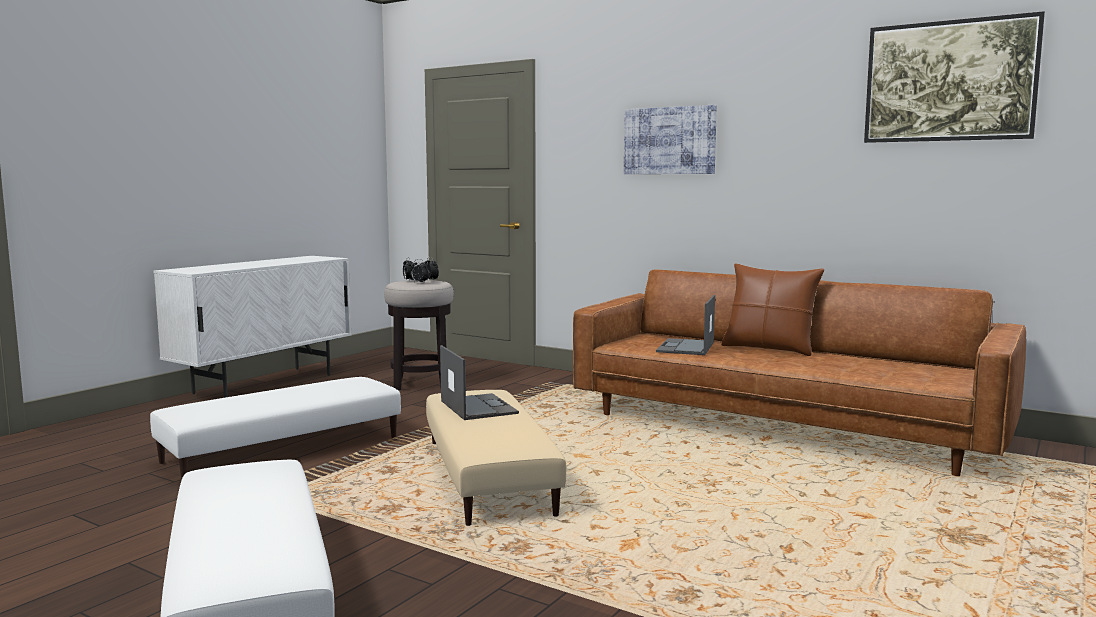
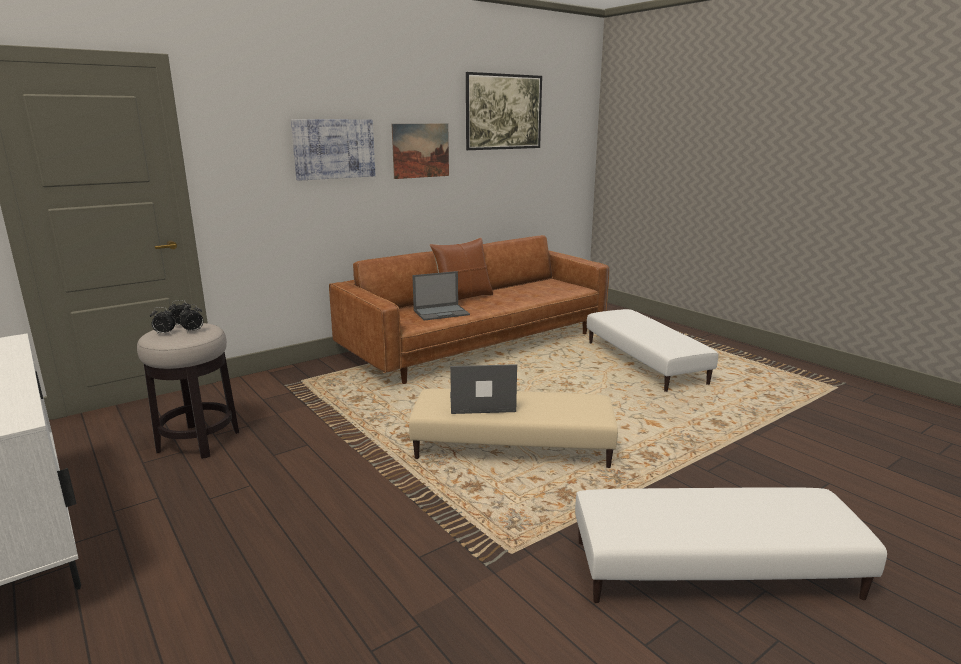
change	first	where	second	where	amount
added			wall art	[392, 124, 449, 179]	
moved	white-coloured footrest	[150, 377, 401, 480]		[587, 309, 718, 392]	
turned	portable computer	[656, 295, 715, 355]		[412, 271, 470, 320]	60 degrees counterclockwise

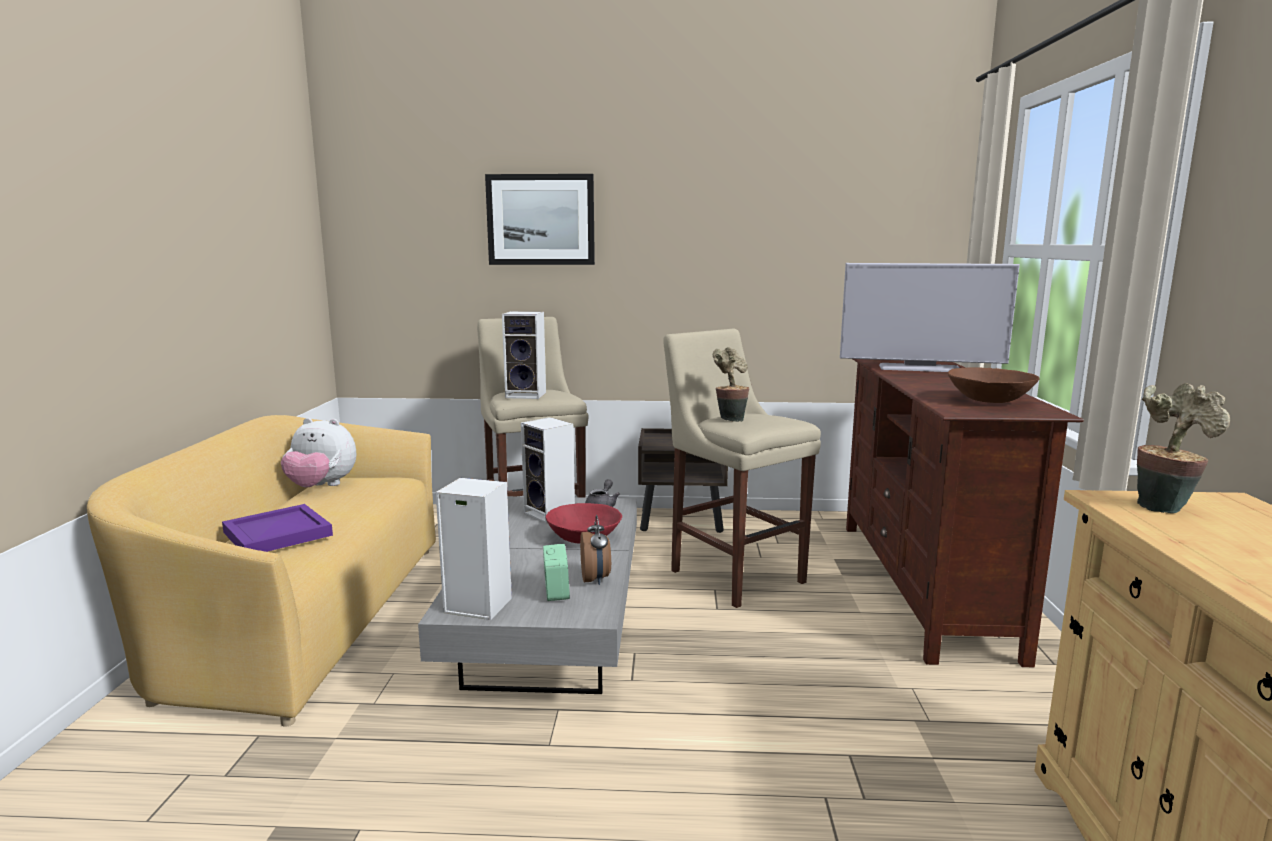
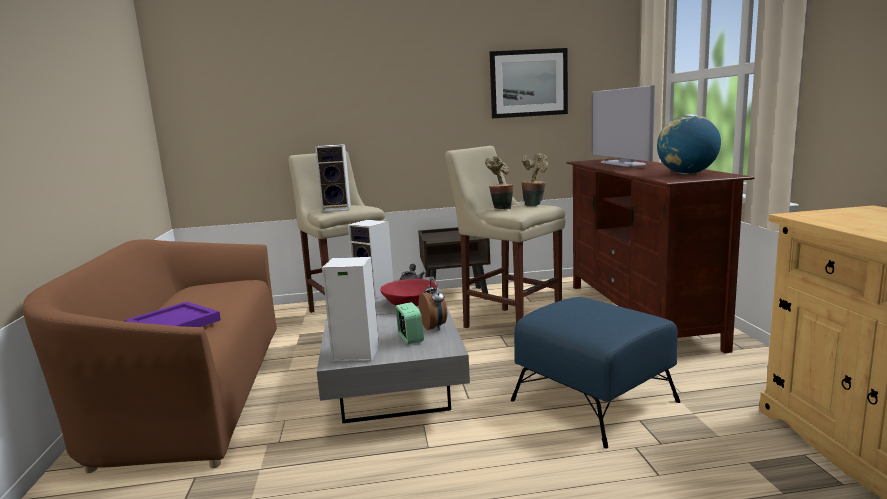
change	first	where	second	where	amount
removed	soft toy	[281, 418, 356, 488]			
added			blue footrest	[511, 297, 680, 448]	
moved	wall art	[485, 174, 595, 265]		[490, 48, 568, 118]	
moved	plant in a pot	[1137, 383, 1230, 513]		[521, 153, 548, 206]	
replaced	brownish deep dish	[948, 367, 1040, 403]	globe	[657, 114, 721, 174]	
recoloured	yellow sofa	[87, 415, 436, 727]	brownish sofa	[23, 239, 277, 473]	
turned	TV set	[840, 263, 1020, 372]		[591, 85, 655, 167]	75 degrees clockwise

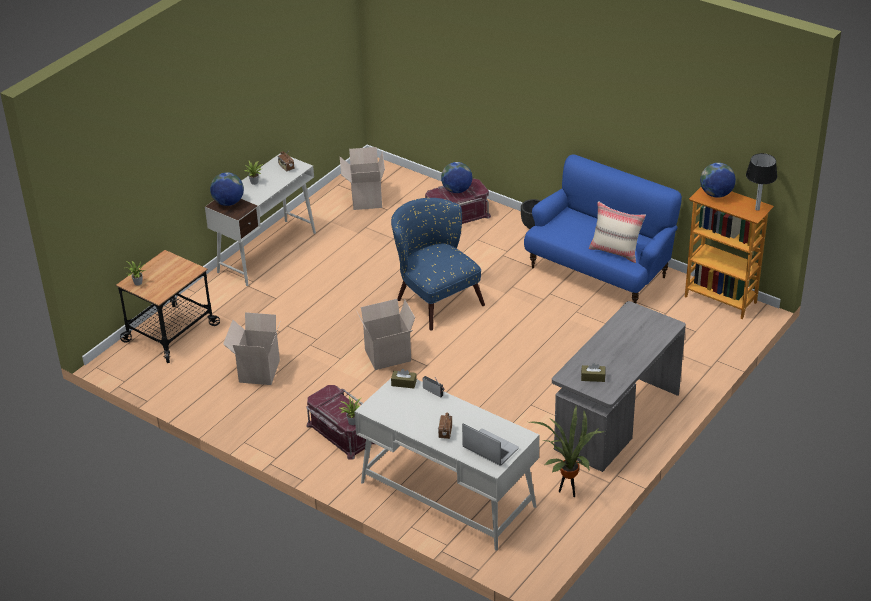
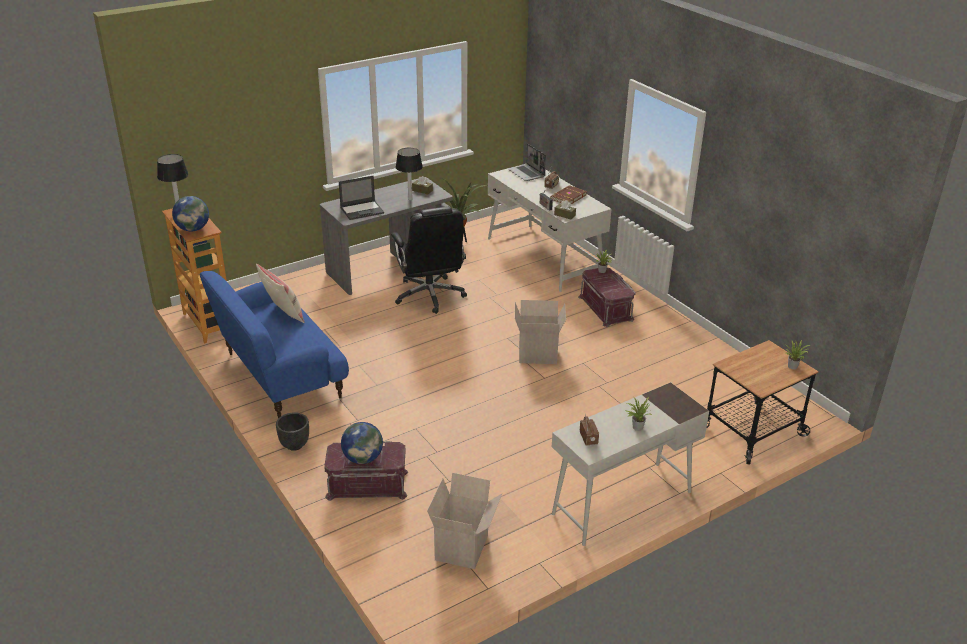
change	first	where	second	where	amount
removed	globe	[210, 172, 244, 206]			
removed	cardboard box	[223, 312, 280, 385]			
removed	blue armchair	[391, 198, 485, 331]			
added			portable computer	[339, 176, 384, 220]	
added			blackish desk chair	[391, 207, 467, 314]	
added			table lamp	[396, 148, 423, 200]	
added			brownish book	[550, 185, 587, 204]	

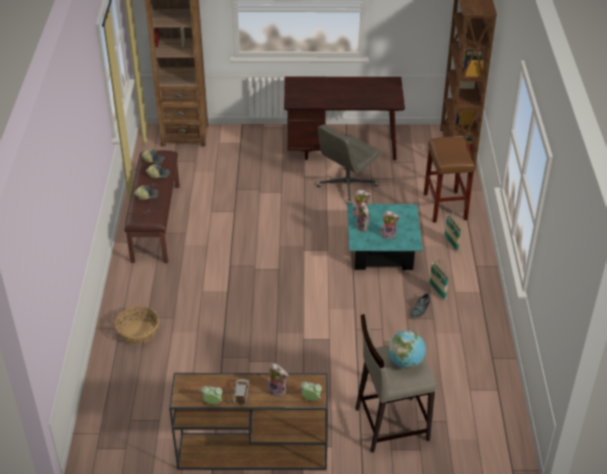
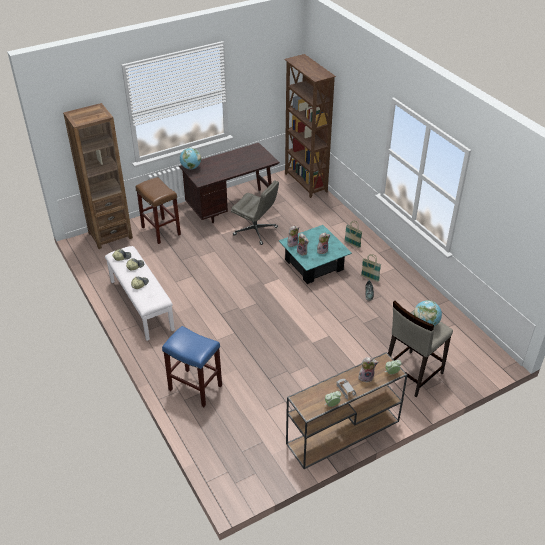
change	first	where	second	where	amount
added			globe	[180, 148, 201, 169]	
moved	brownish sitting stool	[424, 136, 475, 223]		[136, 177, 181, 244]	
replaced	basket	[115, 306, 159, 345]	blue sitting stool	[162, 326, 222, 407]	
recoloured	brownish indoor bench	[125, 150, 180, 263]	white-coloured indoor bench	[105, 246, 175, 341]	
turned	greyish desk chair	[317, 124, 381, 204]		[231, 180, 279, 245]	75 degrees counterclockwise

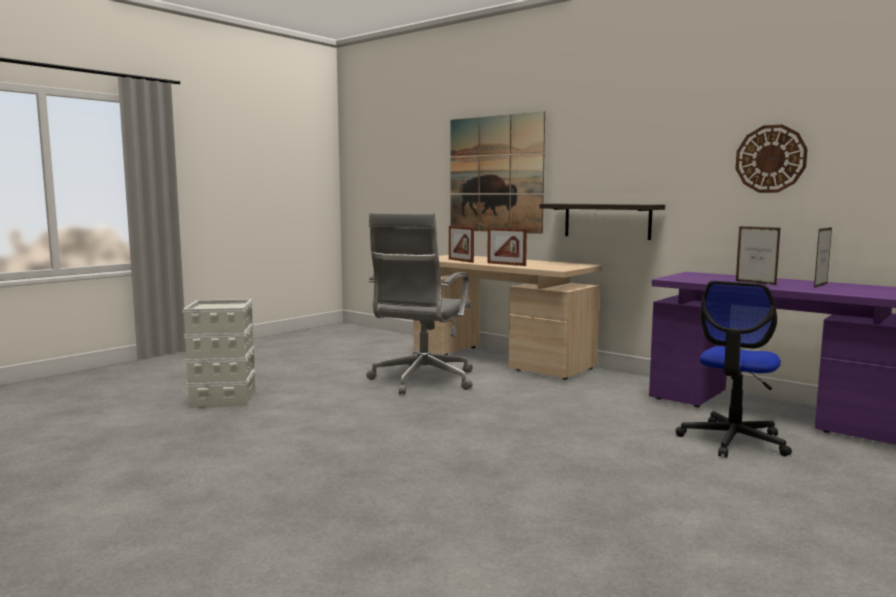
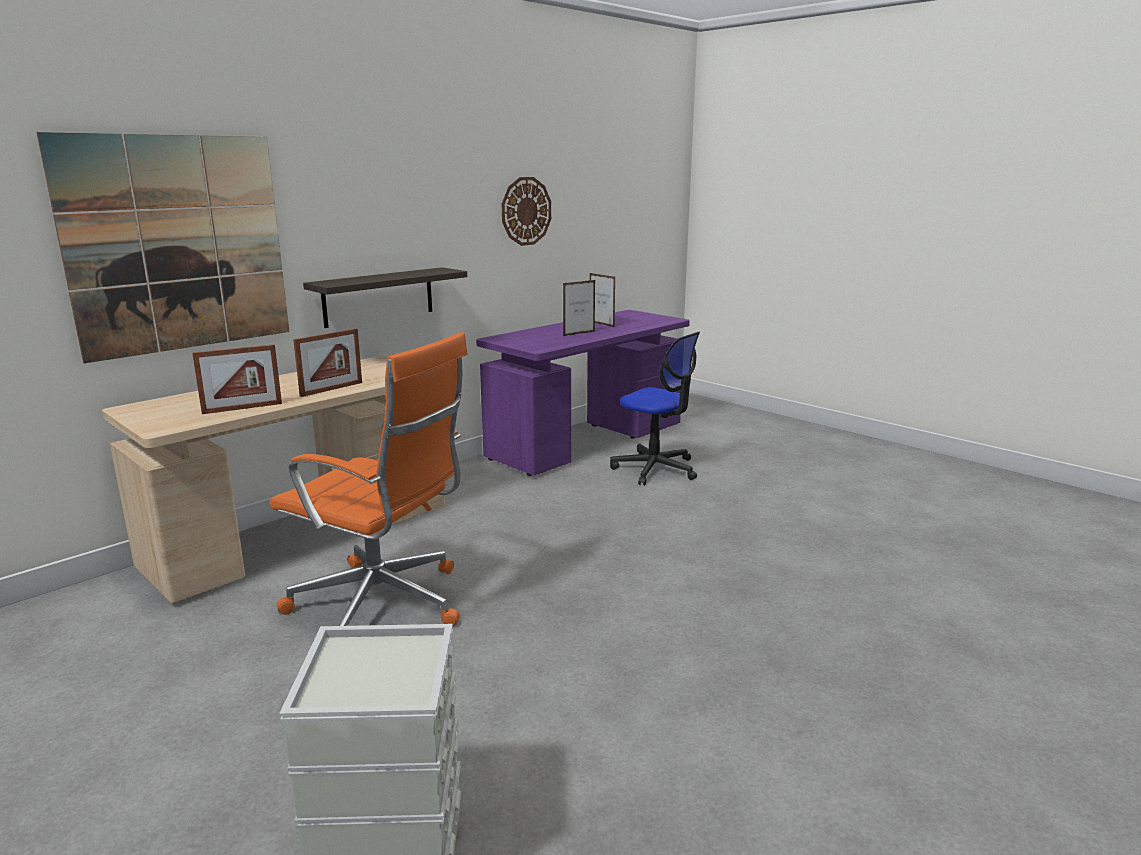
change	first	where	second	where	amount
recoloured	greyish desk chair	[366, 213, 473, 395]	orangey desk chair	[269, 332, 468, 626]	

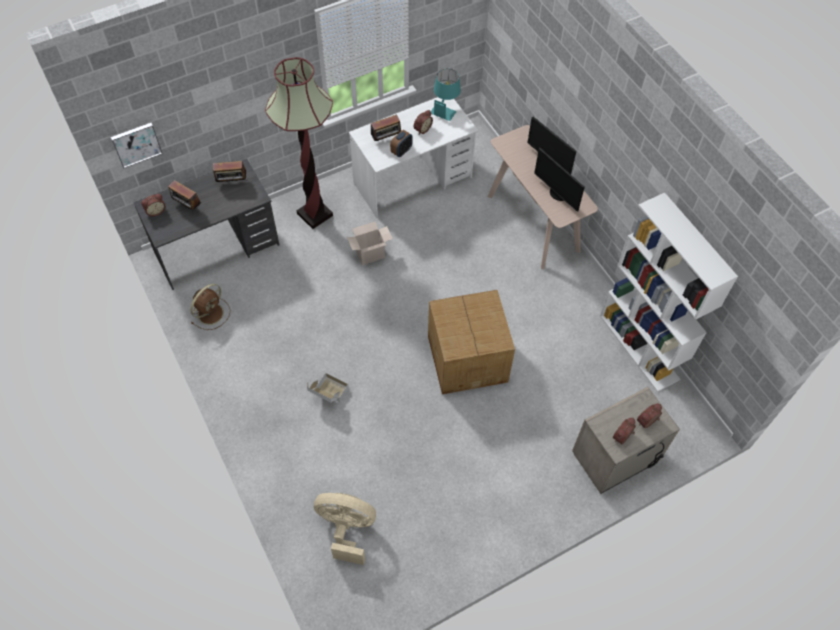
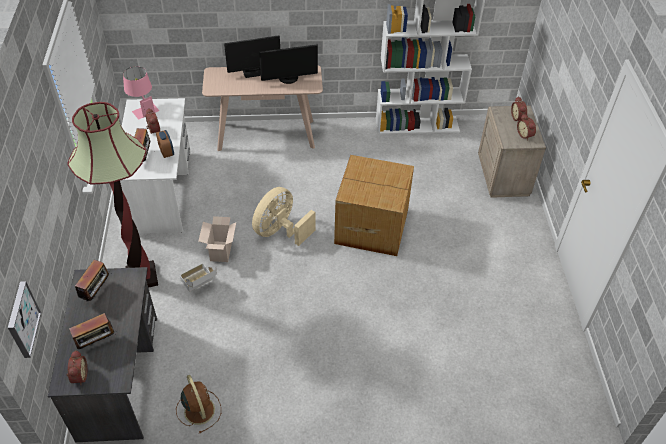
change	first	where	second	where	amount
moved	cardboard box	[307, 373, 349, 403]		[180, 263, 217, 292]	
moved	beige-coloured electric fan	[314, 493, 376, 565]		[252, 187, 315, 246]	
recoloured	turquoise table lamp	[431, 69, 461, 121]	pink table lamp	[123, 67, 160, 119]	

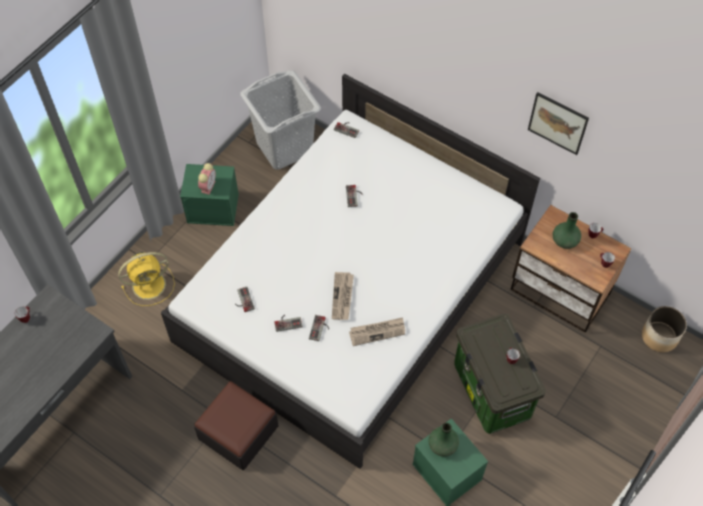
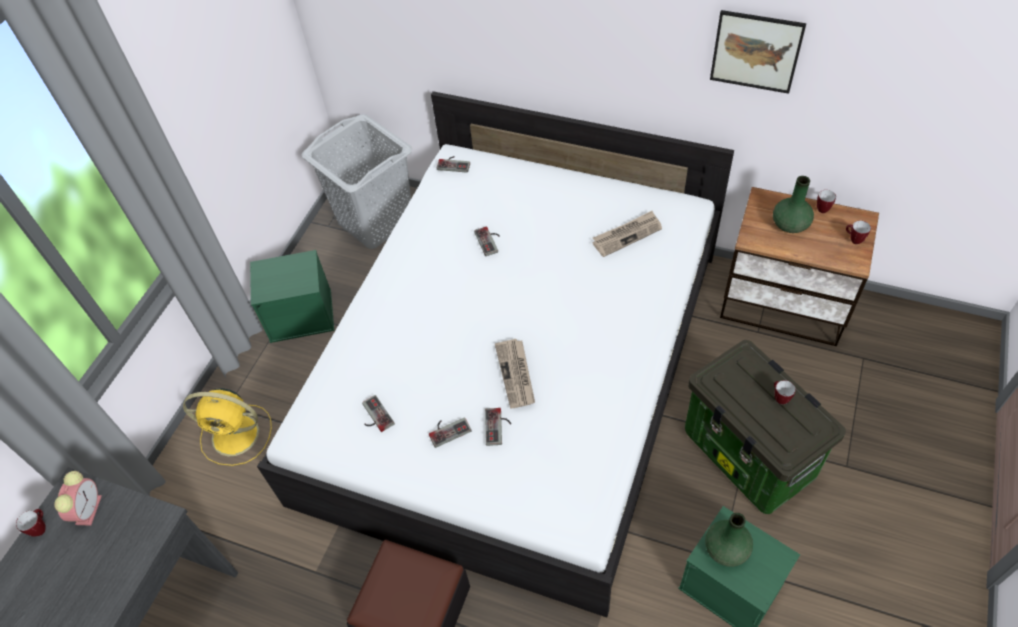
change	first	where	second	where	amount
removed	flower pot	[642, 306, 687, 353]			
moved	table clock	[198, 163, 216, 195]		[54, 471, 102, 526]	
moved	daily paper	[349, 317, 405, 346]		[592, 211, 662, 257]	
turned	yellow electric fan	[118, 252, 175, 306]		[183, 388, 272, 466]	45 degrees clockwise

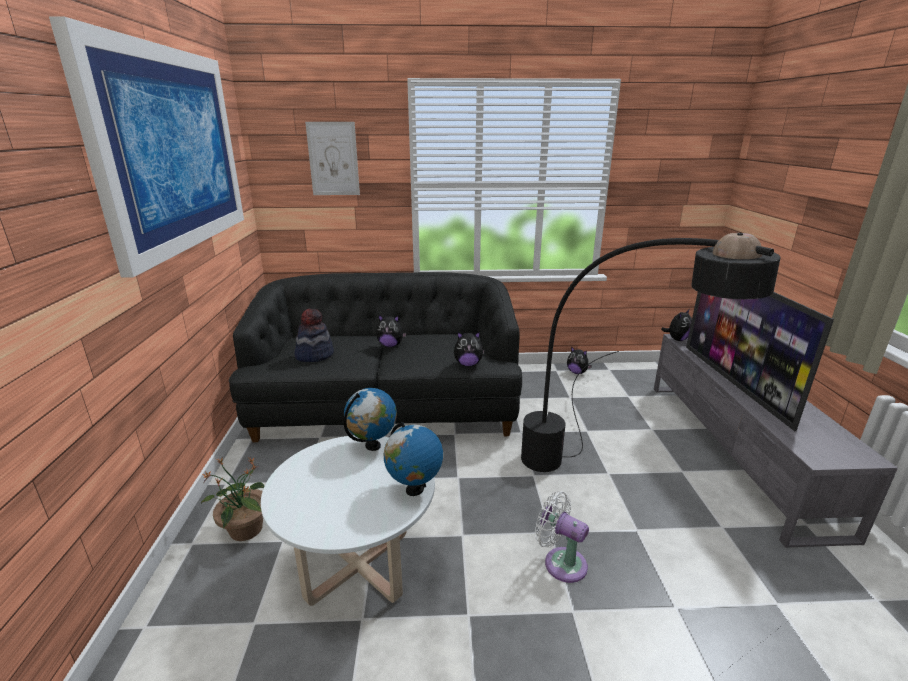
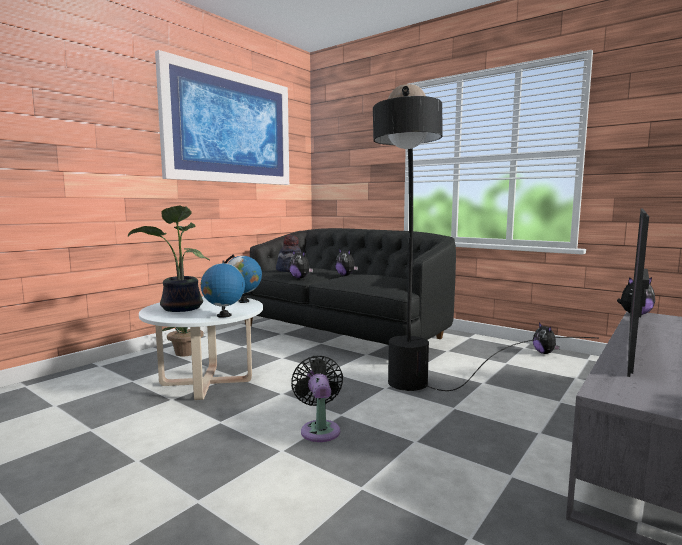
change	first	where	second	where	amount
removed	wall art	[305, 122, 360, 195]			
added			plant in a pot	[128, 205, 210, 312]	
moved	soft toy	[454, 332, 485, 366]		[289, 251, 313, 278]	
recoloured	white-coloured electric fan	[535, 491, 589, 583]	blackish electric fan	[291, 356, 343, 442]	

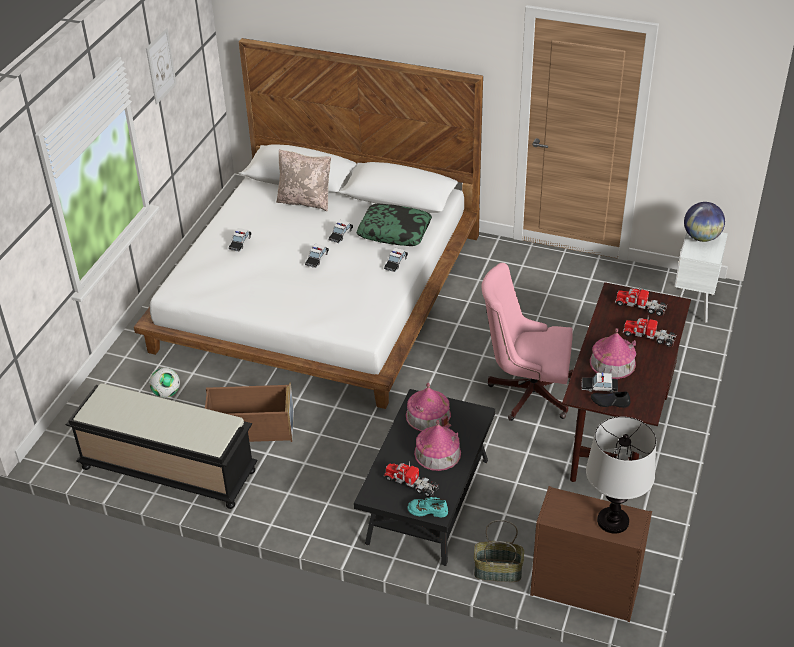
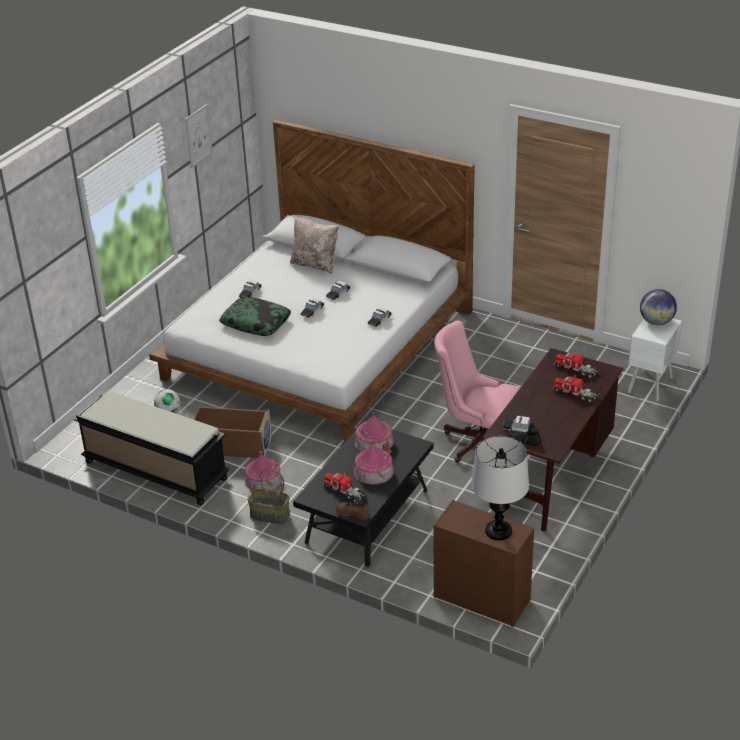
change	first	where	second	where	amount
moved	throw pillow	[356, 204, 432, 246]		[219, 297, 291, 336]	
moved	basket	[474, 520, 524, 582]		[247, 469, 290, 524]	
moved	toy house	[590, 328, 636, 379]		[245, 451, 282, 491]	
recoloured	turquoise low shoe	[407, 497, 448, 517]	brownish low shoe	[336, 501, 370, 519]	

